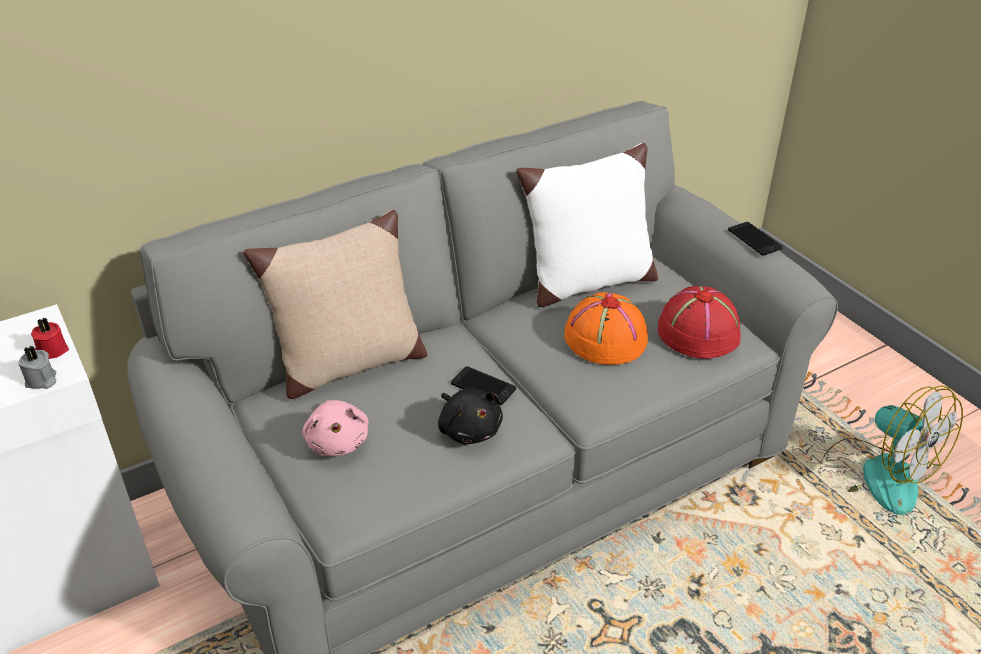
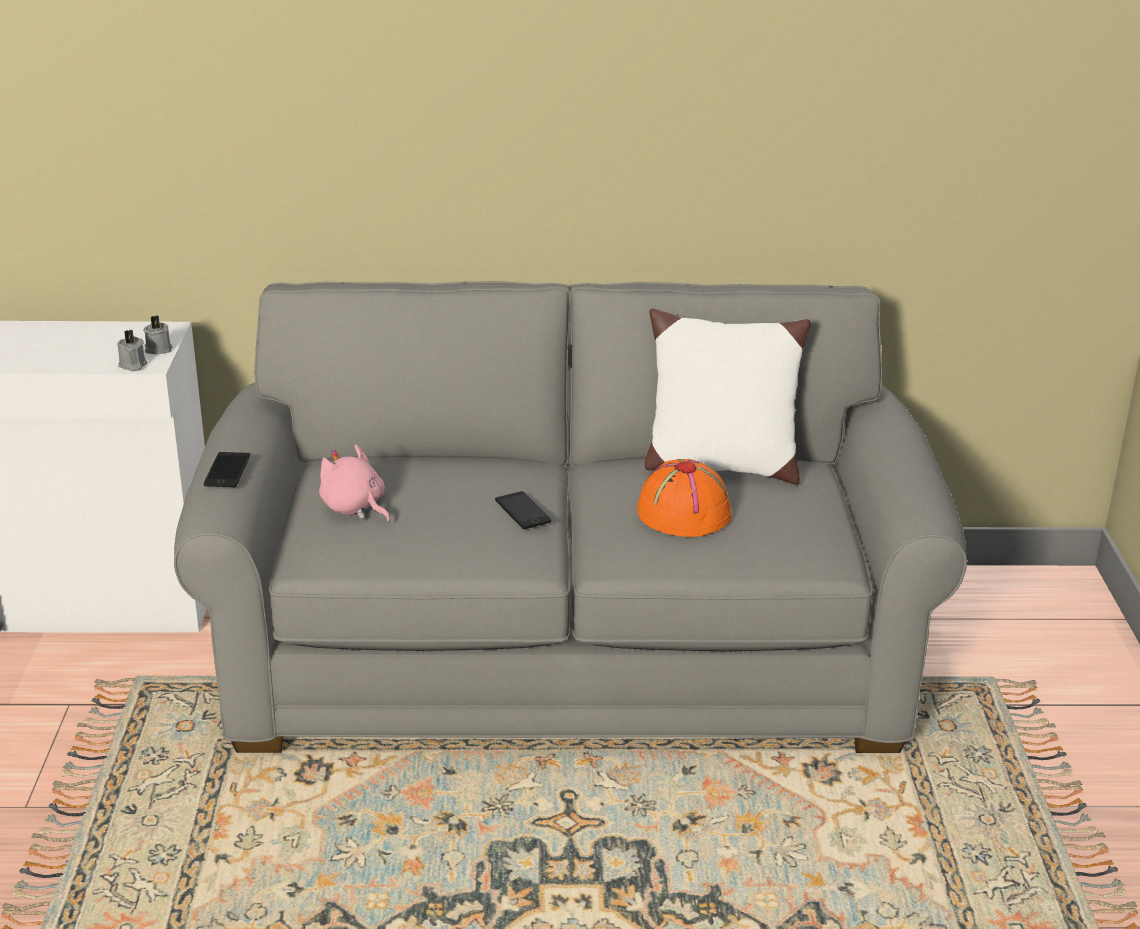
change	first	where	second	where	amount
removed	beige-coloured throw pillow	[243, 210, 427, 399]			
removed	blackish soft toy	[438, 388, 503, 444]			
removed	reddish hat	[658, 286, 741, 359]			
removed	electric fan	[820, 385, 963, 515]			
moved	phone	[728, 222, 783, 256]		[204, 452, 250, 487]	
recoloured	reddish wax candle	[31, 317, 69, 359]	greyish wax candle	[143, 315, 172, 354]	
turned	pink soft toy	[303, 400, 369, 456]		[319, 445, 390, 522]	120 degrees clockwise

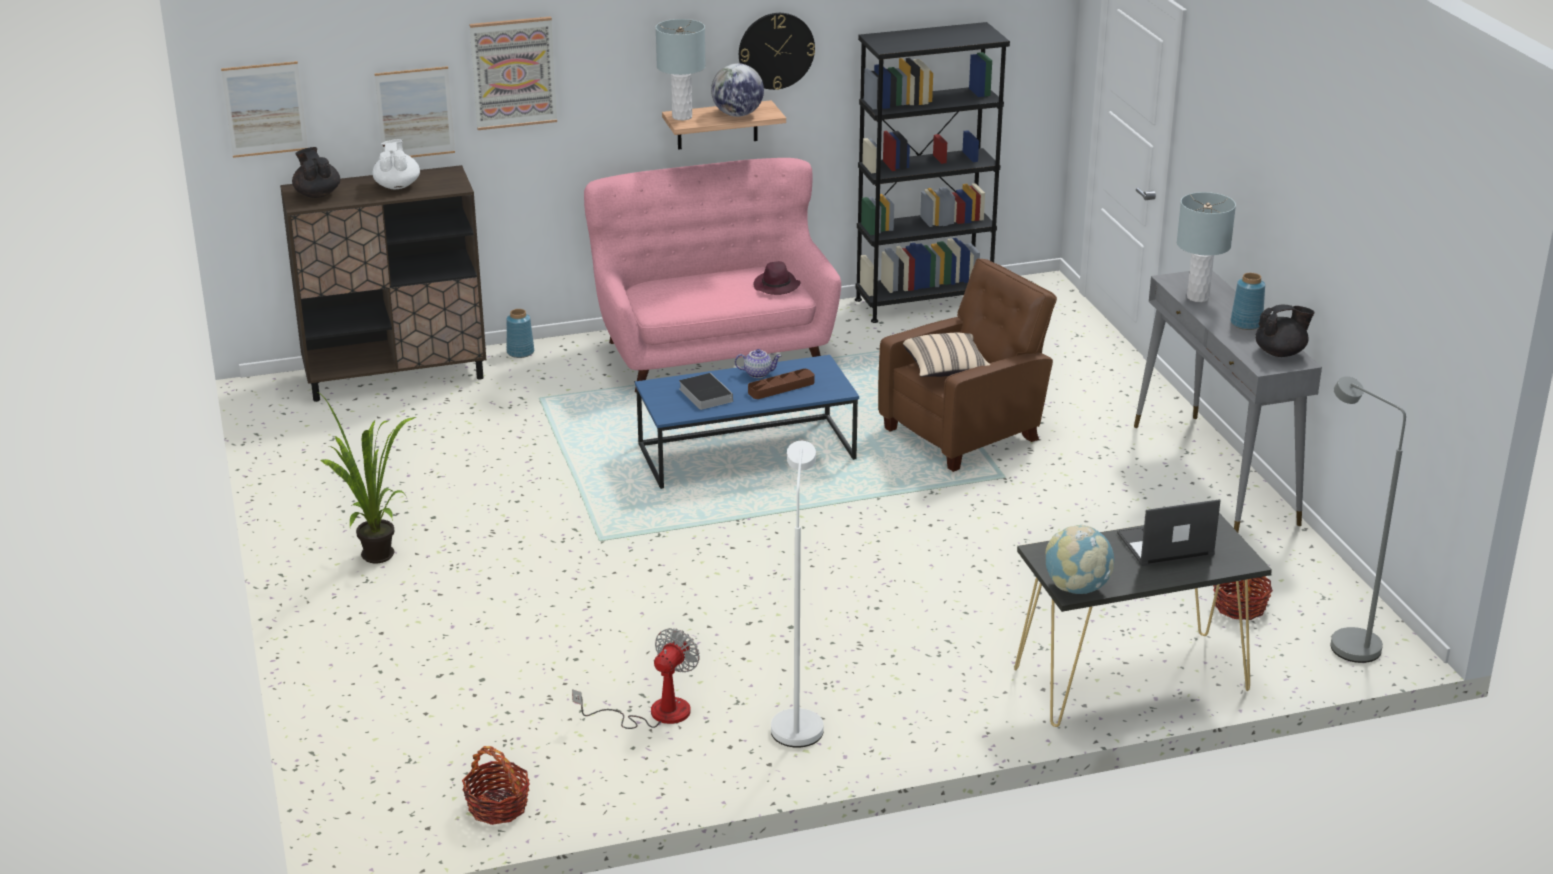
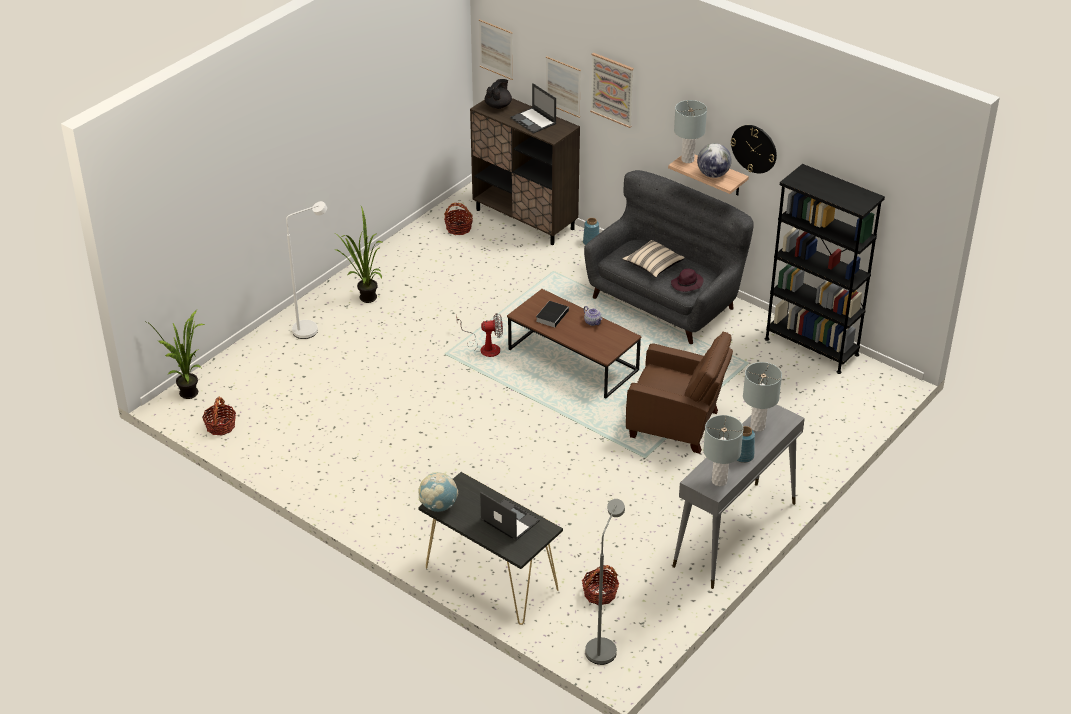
change	first	where	second	where	amount
removed	brownish serving tray	[748, 369, 814, 399]			
added			plant in a pot	[147, 310, 206, 399]	
added			basket	[444, 203, 473, 235]	
moved	electric fan	[572, 628, 700, 729]		[456, 313, 503, 357]	
moved	white-coloured standard lamp	[771, 441, 824, 748]		[286, 201, 327, 339]	
moved	beige-coloured throw pillow	[903, 333, 990, 377]		[623, 240, 685, 278]	
replaced	white-coloured tea pot	[372, 139, 420, 189]	portable computer	[510, 83, 556, 134]	
replaced	blackish tea pot	[1255, 305, 1314, 357]	greyish table lamp	[703, 415, 744, 486]	
recoloured	pink sofa	[584, 158, 841, 393]	greyish sofa	[584, 170, 754, 344]	
recoloured	blue coffee table	[635, 355, 859, 489]	brownish coffee table	[507, 289, 641, 399]	

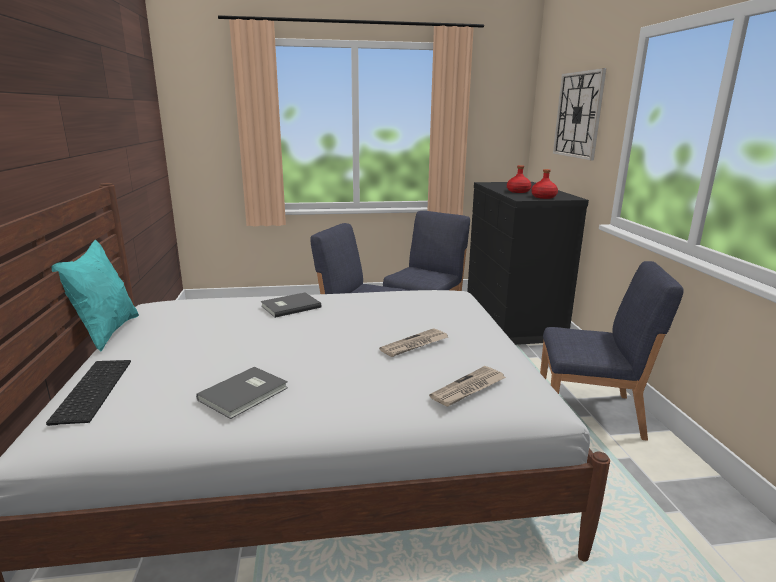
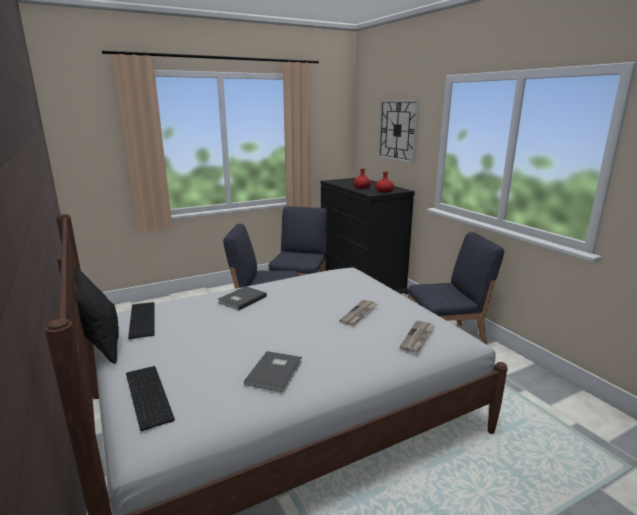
change	first	where	second	where	amount
added			computer keyboard	[128, 302, 155, 339]	
recoloured	turquoise throw pillow	[51, 240, 139, 351]	blackish throw pillow	[74, 268, 119, 364]	

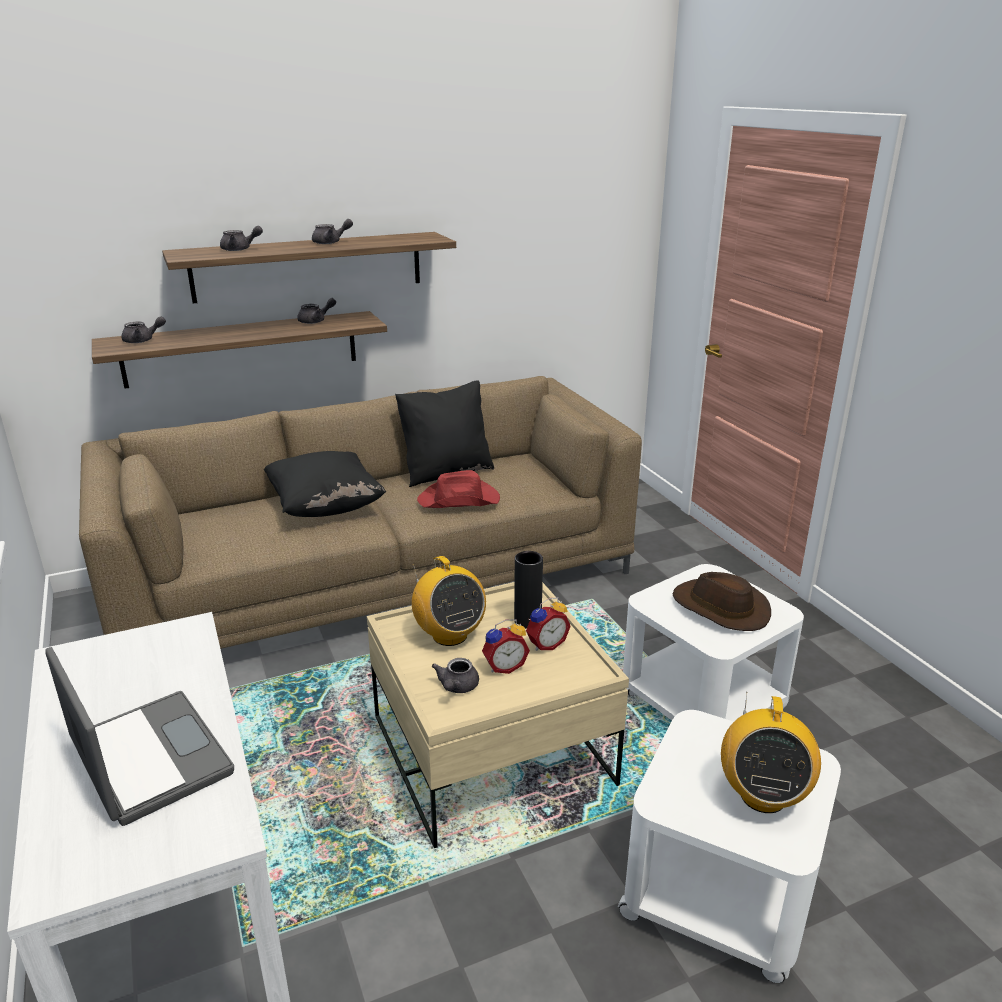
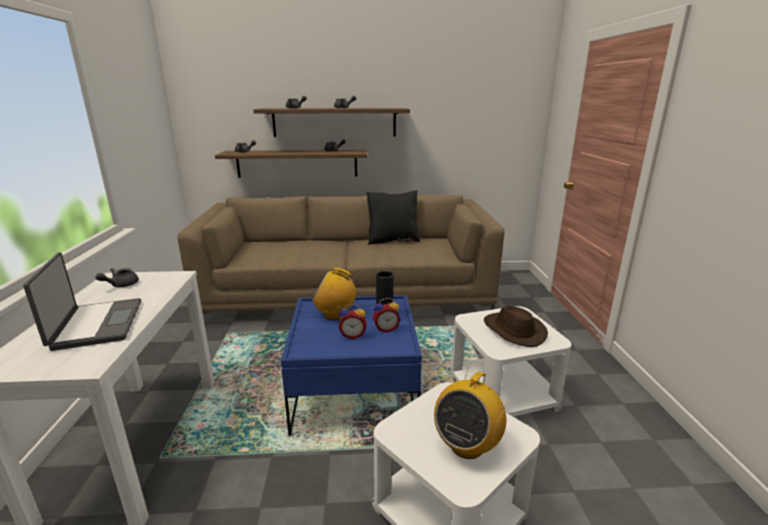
change	first	where	second	where	amount
removed	blackish throw pillow	[264, 451, 386, 517]			
removed	reddish hat	[417, 470, 500, 508]			
moved	greyish tea pot	[432, 658, 479, 693]		[95, 268, 139, 287]	
recoloured	beige-coloured coffee table	[367, 582, 629, 848]	blue coffee table	[281, 295, 422, 436]	
turned	radio set	[412, 556, 486, 646]		[312, 268, 359, 320]	105 degrees clockwise

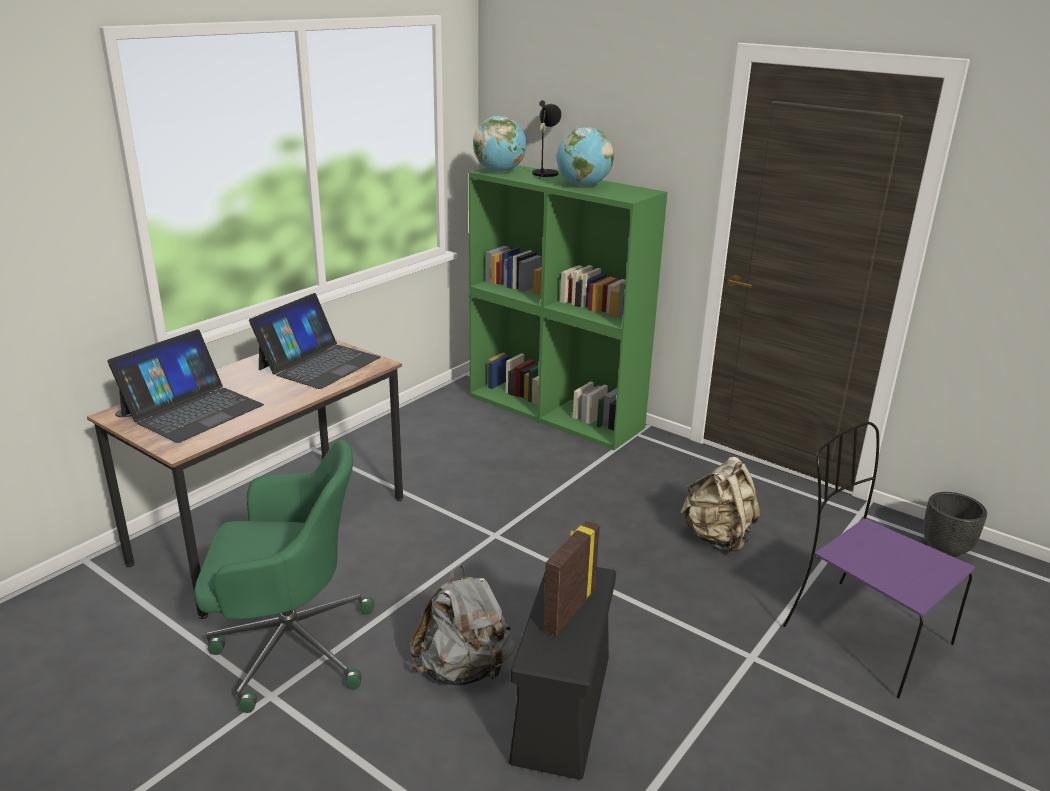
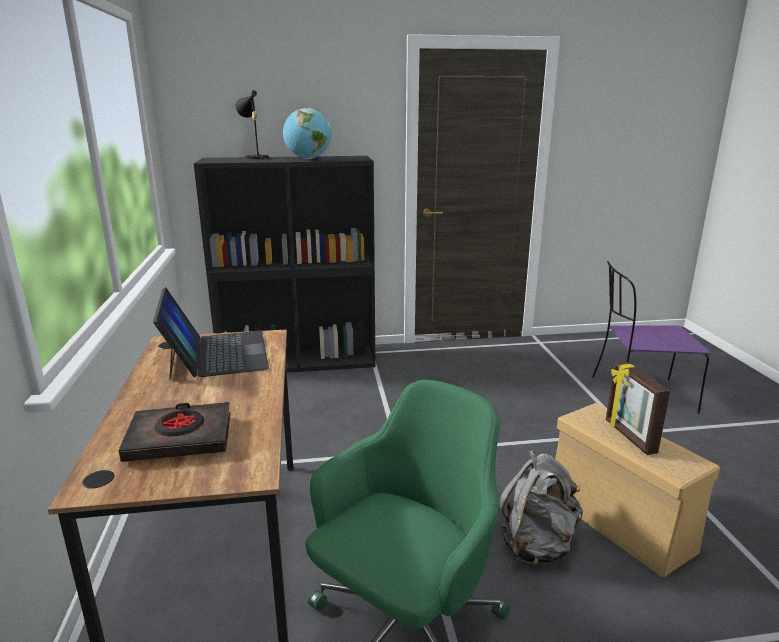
change	first	where	second	where	amount
removed	globe	[473, 116, 527, 173]			
removed	beige-coloured rucksack	[680, 457, 761, 554]			
removed	blackish flower pot	[923, 492, 987, 557]			
replaced	portable computer	[107, 329, 264, 443]	blackish book	[118, 402, 230, 462]	
recoloured	green shelving unit	[469, 165, 667, 450]	blackish shelving unit	[194, 156, 376, 373]	
recoloured	blackish storage box	[509, 567, 616, 780]	beige-coloured storage box	[555, 403, 720, 577]	

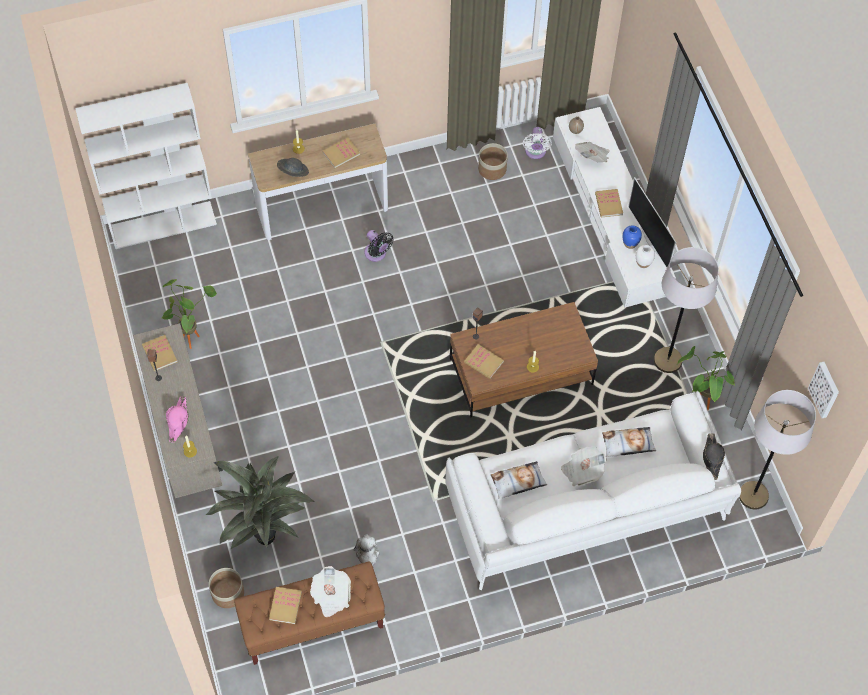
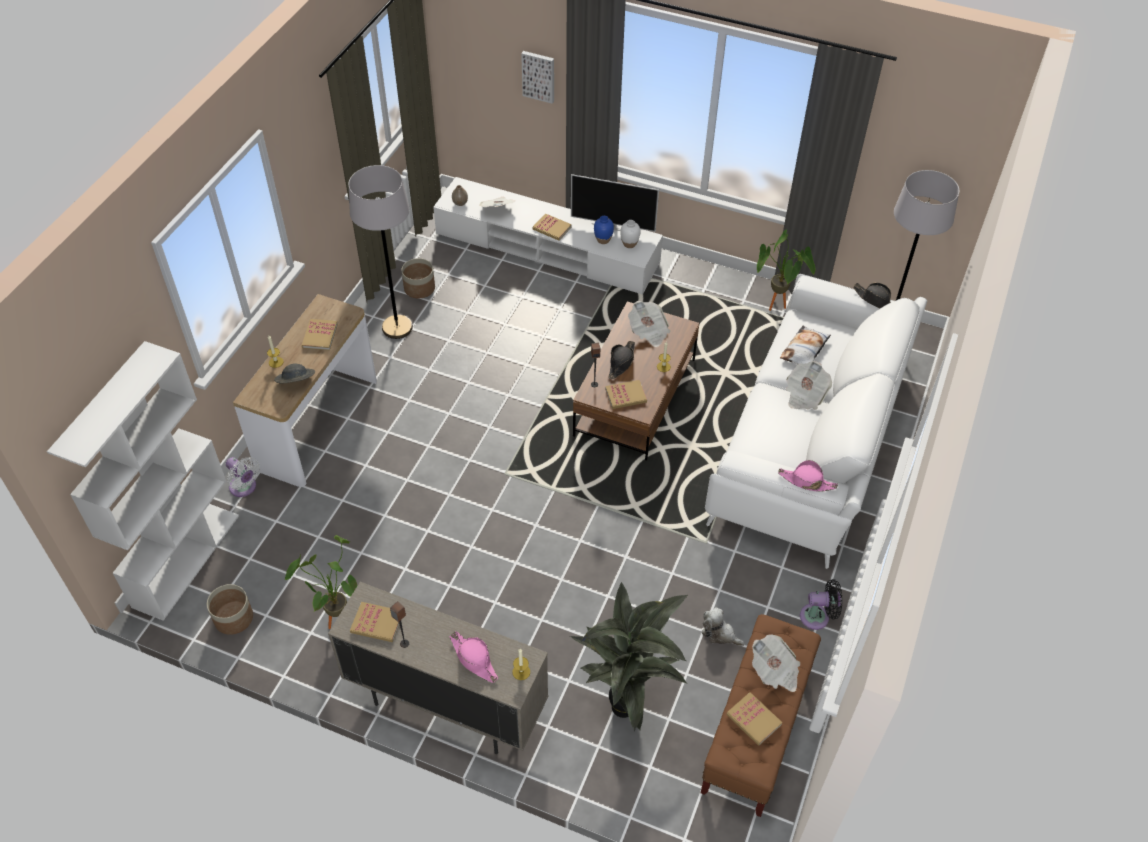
change	first	where	second	where	amount
removed	throw pillow	[491, 461, 547, 499]			
added			blackish hat	[608, 341, 635, 379]	
added			daily paper	[628, 301, 670, 347]	
added			pink hat	[778, 460, 838, 492]	
moved	flower pot	[209, 568, 244, 608]		[207, 584, 253, 635]	
moved	blackish electric fan	[364, 230, 394, 262]		[800, 579, 842, 630]	
moved	white-coloured electric fan	[523, 127, 552, 159]		[226, 457, 260, 497]	
moved	greyish standard lamp	[654, 247, 719, 373]		[348, 165, 413, 339]	
moved	wall art	[808, 362, 839, 418]		[521, 51, 554, 104]	

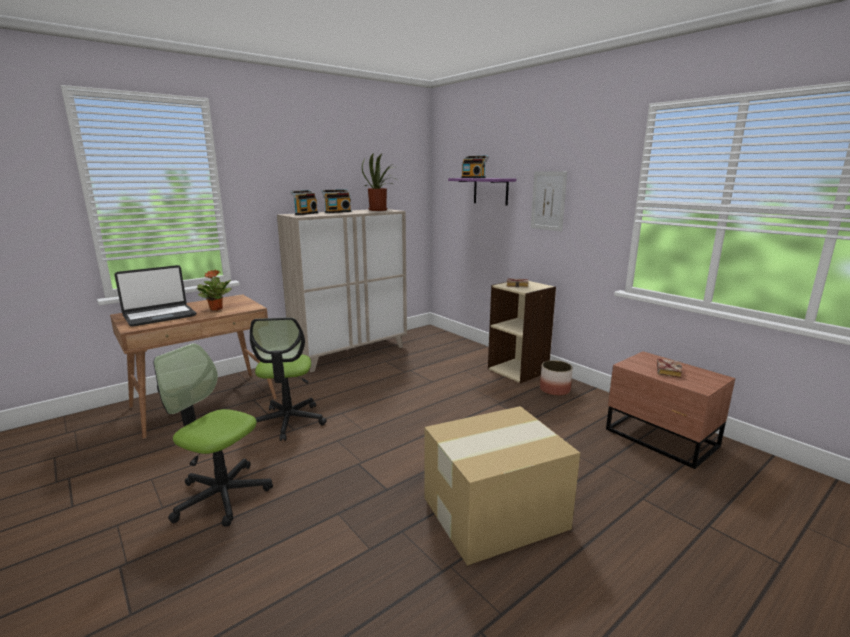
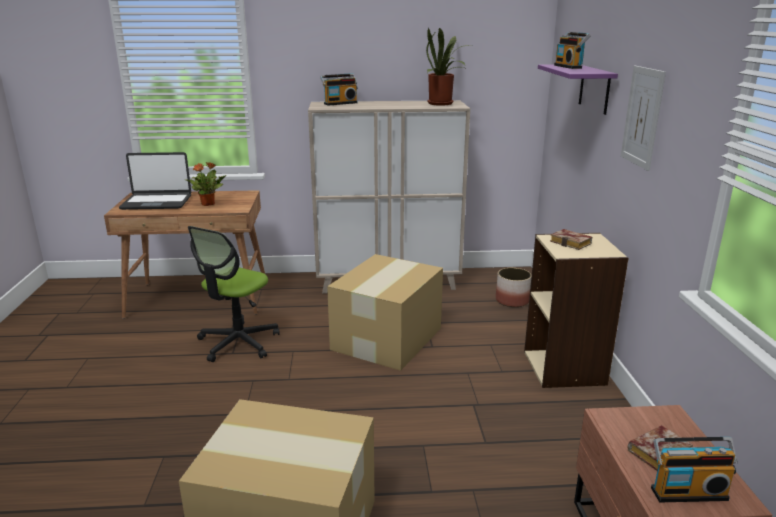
change	first	where	second	where	amount
removed	desk chair	[153, 343, 273, 527]			
added			cardboard box	[327, 254, 443, 371]	
moved	radio set	[321, 189, 351, 213]		[651, 437, 738, 502]	
moved	flower pot	[540, 360, 573, 396]		[496, 268, 532, 307]	

